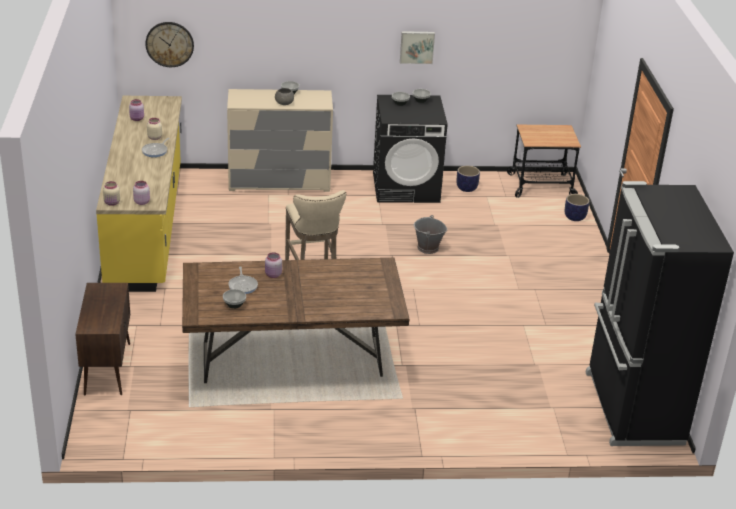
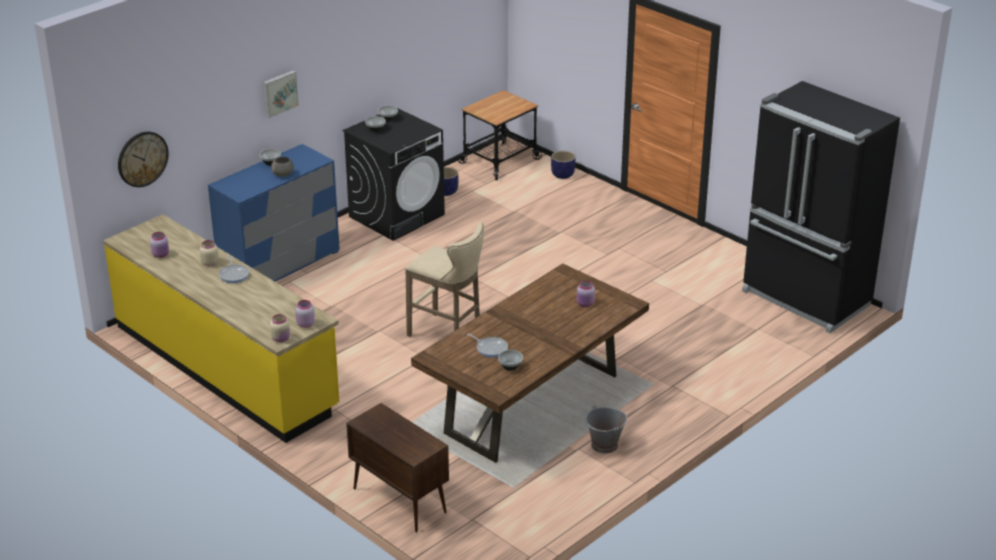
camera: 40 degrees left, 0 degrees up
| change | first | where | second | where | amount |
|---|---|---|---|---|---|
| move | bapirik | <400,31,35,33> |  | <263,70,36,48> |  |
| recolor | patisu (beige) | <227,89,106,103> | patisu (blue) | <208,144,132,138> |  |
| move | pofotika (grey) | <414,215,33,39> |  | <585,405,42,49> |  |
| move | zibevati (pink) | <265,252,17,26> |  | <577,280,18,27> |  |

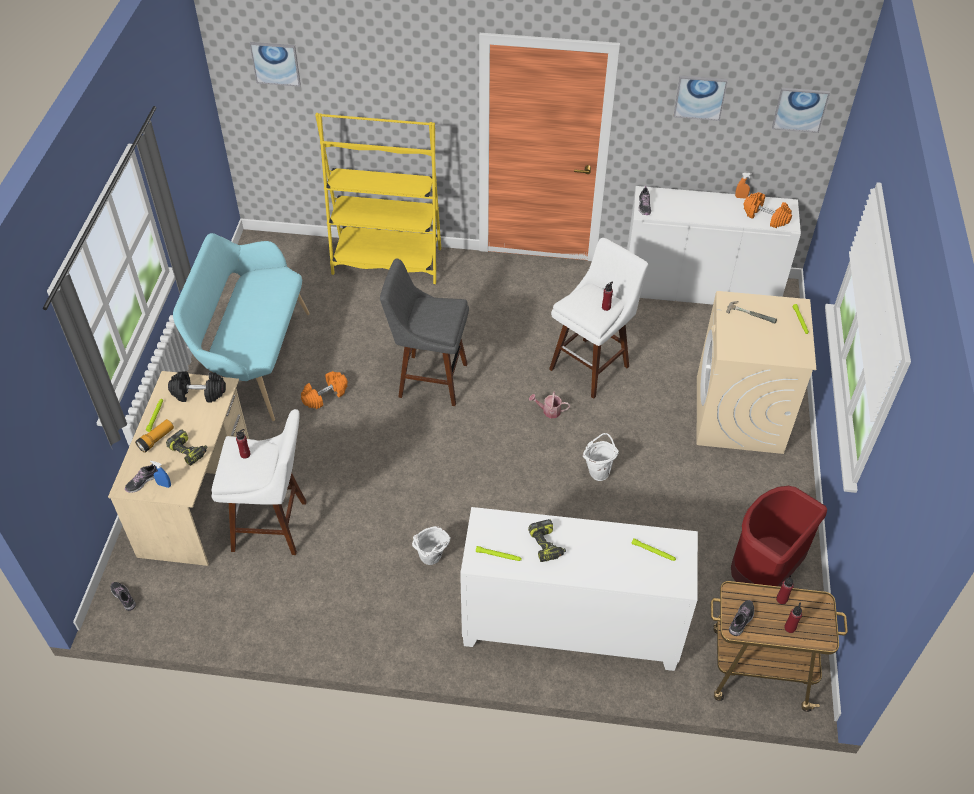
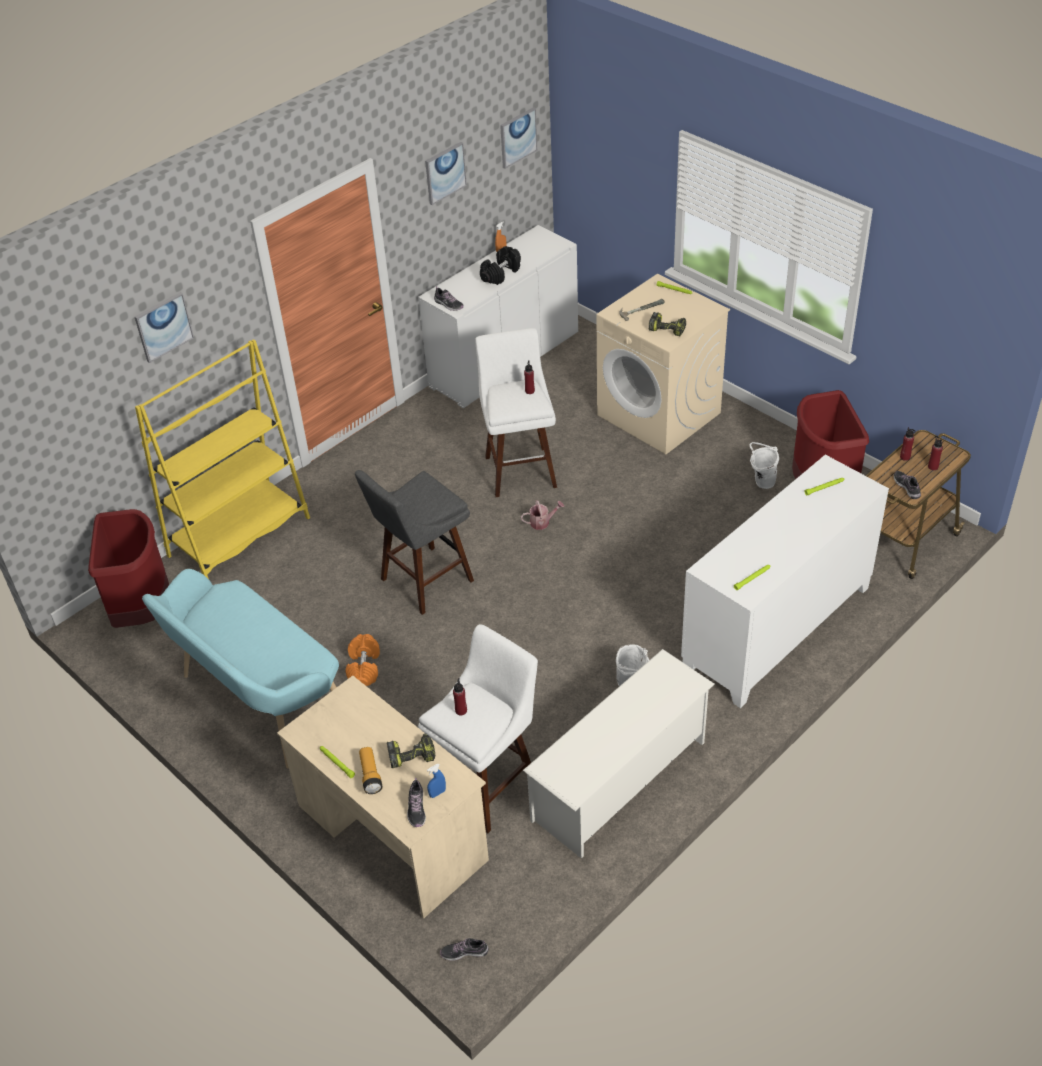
camera: 50 degrees left, 5 degrees down
| change | first | where | second | where | amount |
|---|---|---|---|---|---|
| move | bapirik | <249,42,52,45> |  | <135,292,59,71> |  |
| delete | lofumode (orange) | <744,192,48,36> |  |  |  |
| move | lofumode (black) | <168,372,58,30> |  | <480,246,41,39> |  |
| rotate | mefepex | <529,391,41,28> |  | <521,500,43,30> | 150 degrees counterclockwise |
| move | pofotika (white) | <583,433,36,48> |  | <749,442,30,47> |  |
| move | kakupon | <528,519,38,43> |  | <649,312,37,24> |  |
| insert |  |  | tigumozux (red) | <88,509,81,119> |  |
| insert |  |  | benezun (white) | <523,649,192,210> |  |

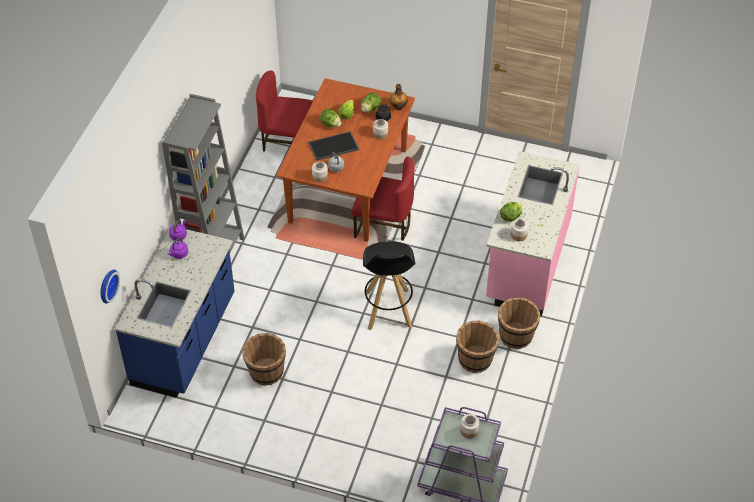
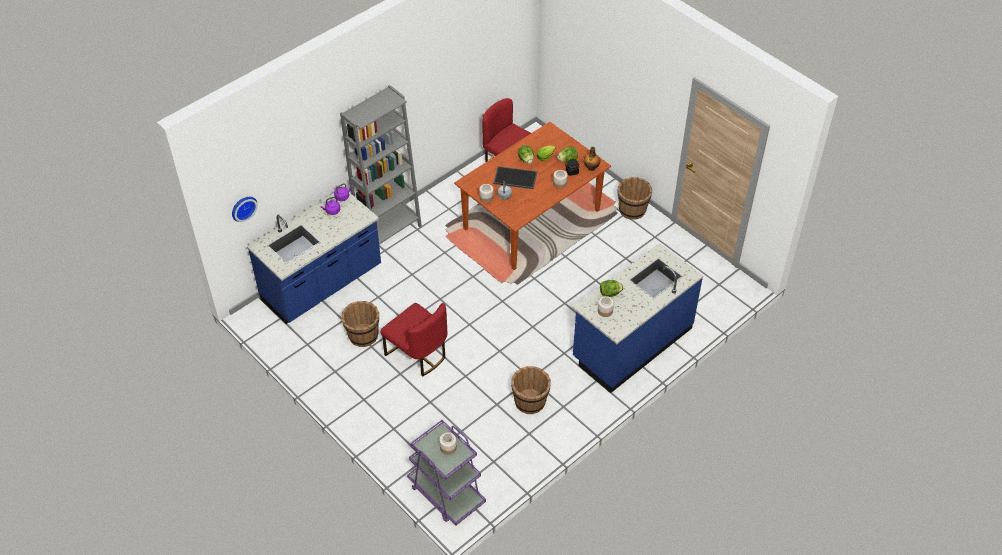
camera: 30 degrees right, 0 degrees up
| change | first | where | second | where | amount |
|---|---|---|---|---|---|
| recolor | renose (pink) | <486,151,94,166> | renose (blue) | <573,243,130,150> |  |
| move | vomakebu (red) | <352,156,62,85> |  | <380,303,68,73> |  |
| delete | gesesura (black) | <363,241,52,89> |  |  |  |
| move | pofotika (brown) | <498,297,43,52> |  | <617,177,35,43> |  |

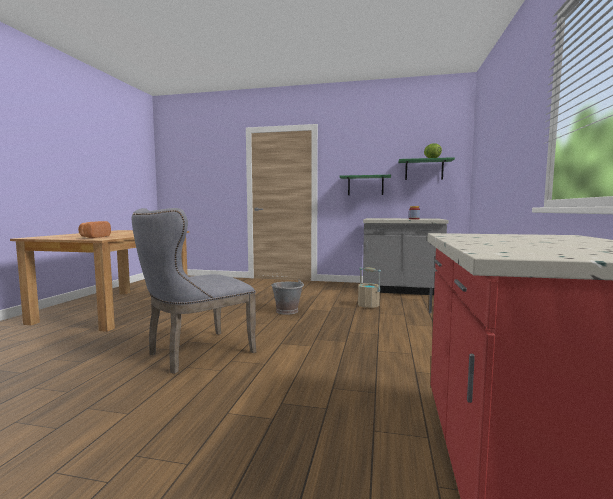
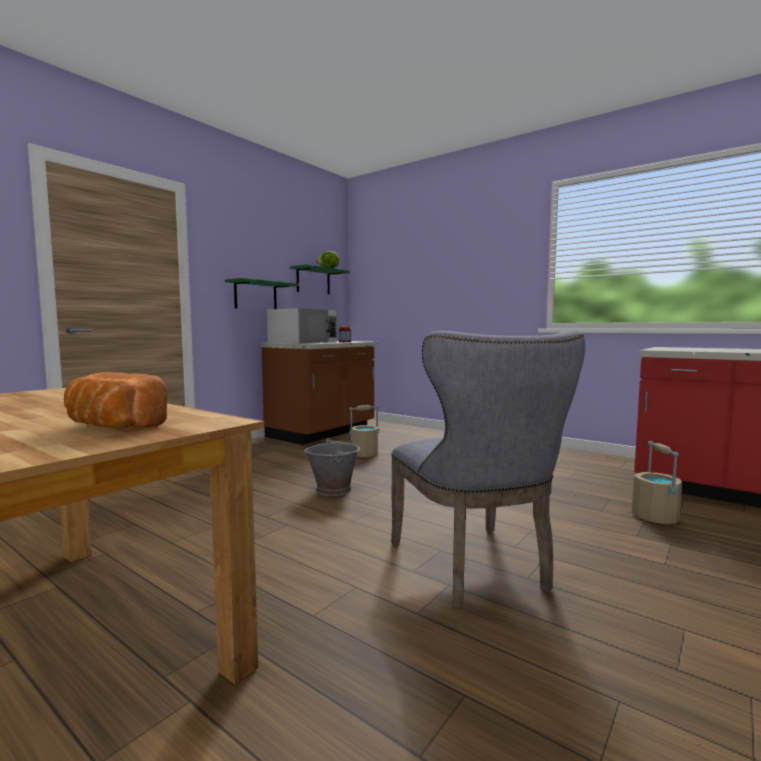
camera: 65 degrees left, 0 degrees up
| change | first | where | second | where | amount |
|---|---|---|---|---|---|
| recolor | renose (grey) | <363,218,85,77> | renose (brown) | <261,341,117,104> |  |
| insert |  |  | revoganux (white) | <267,308,70,35> |  |
| insert |  |  | pofotika (beige) | <632,441,50,83> |  |

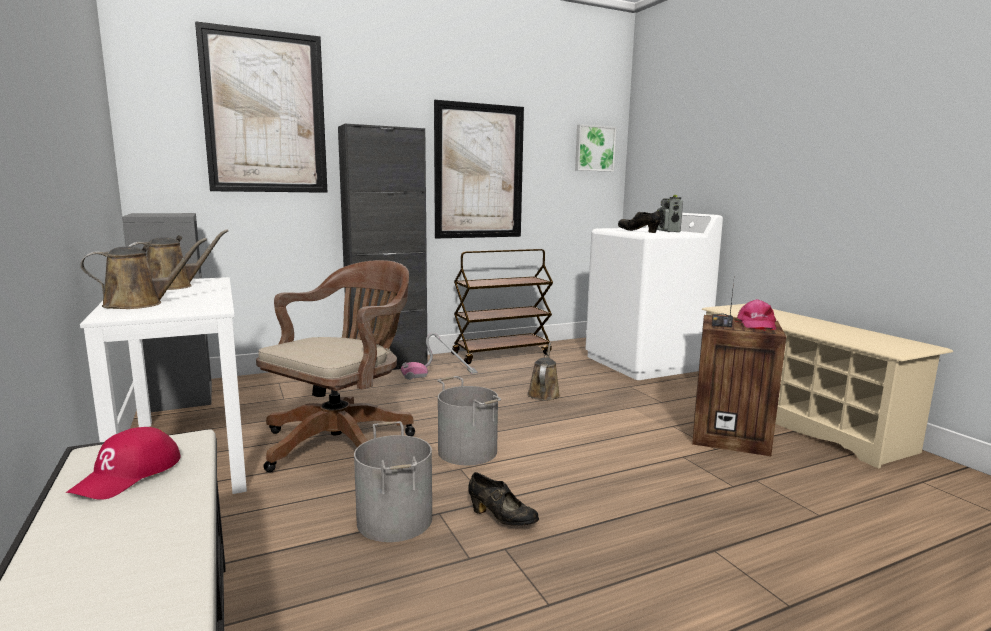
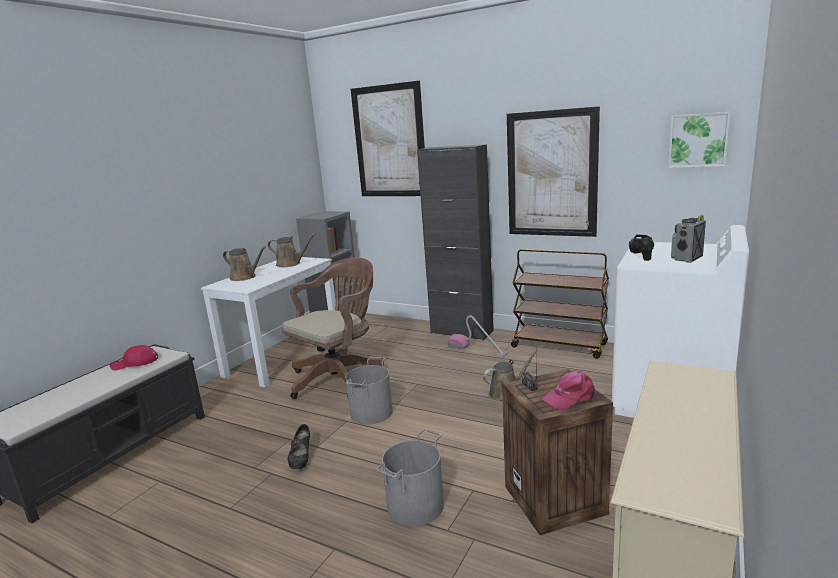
camera: 55 degrees right, 5 degrees up
| change | first | where | second | where | amount |
|---|---|---|---|---|---|
| rotate | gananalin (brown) | <256,260,159,212> |  | <282,258,102,141> | 45 degrees counterclockwise |
| move | pofotika (grey) | <354,421,78,121> |  | <376,429,68,97> |  |

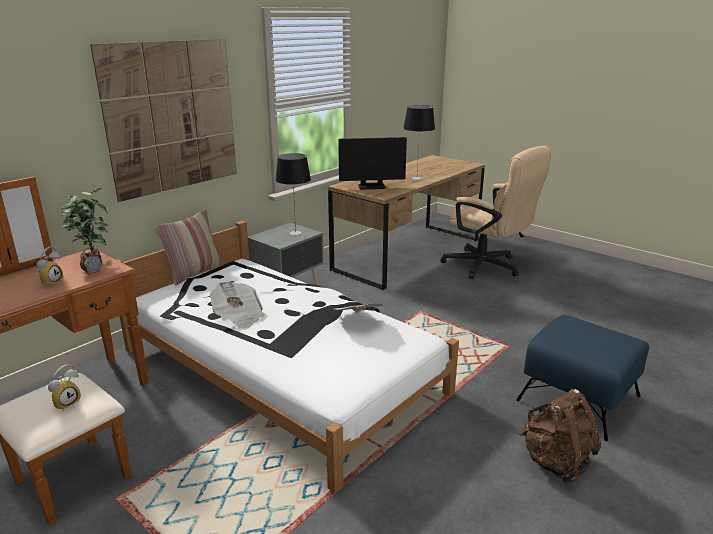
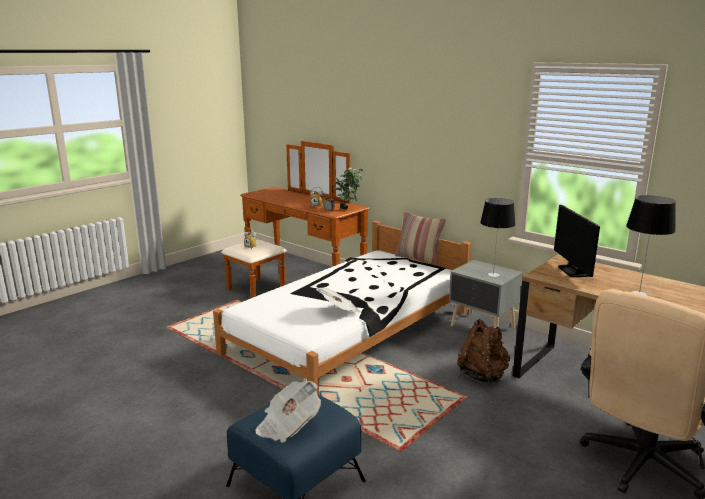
camera: 90 degrees right, 5 degrees down
| change | first | where | second | where | amount |
|---|---|---|---|---|---|
| delete | bapirik | <90,39,147,163> |  |  |  |
| move | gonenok | <210,281,55,49> |  | <255,381,66,62> |  |
| move | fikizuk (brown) | <519,389,82,94> |  | <457,319,53,64> |  |

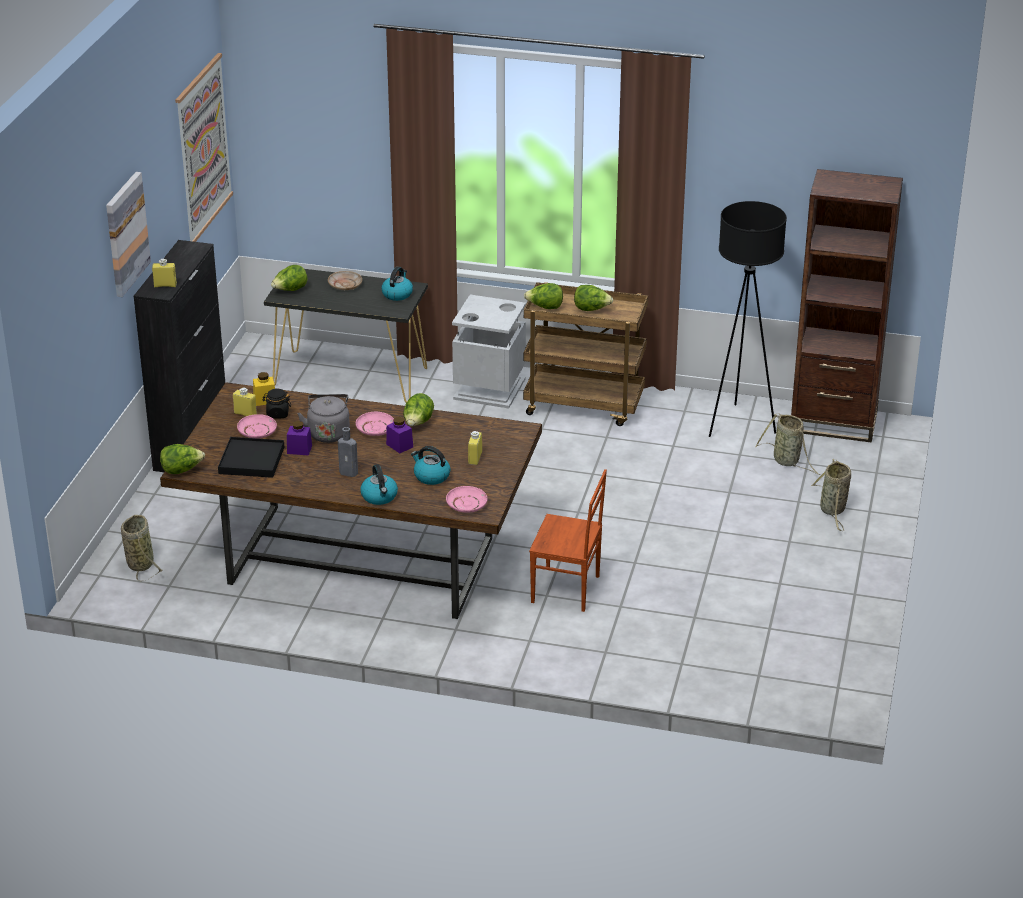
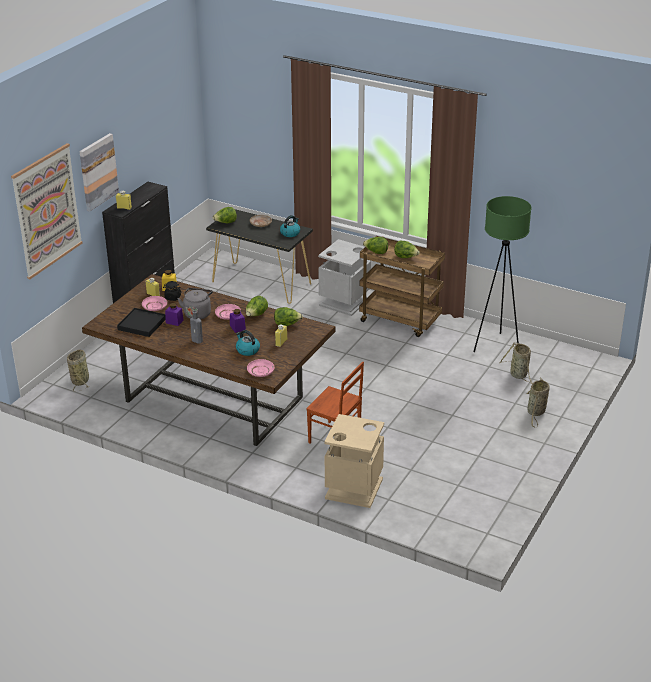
camera: 15 degrees right, 0 degrees up
| change | first | where | second | where | amount |
|---|---|---|---|---|---|
| move | bapirik | <175,53,58,189> |  | <11,143,71,136> |  |
| delete | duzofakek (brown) | <791,169,112,273> |  |  |  |
| recolor | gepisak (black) | <709,201,78,236> | gepisak (green) | <473,196,59,156> |  |
| move | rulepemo | <160,444,45,30> |  | <274,307,29,19> |  |
| delete | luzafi | <360,464,38,41> |  |  |  |
| insert |  |  | tigumozux (beige) | <324,414,60,94> |  |

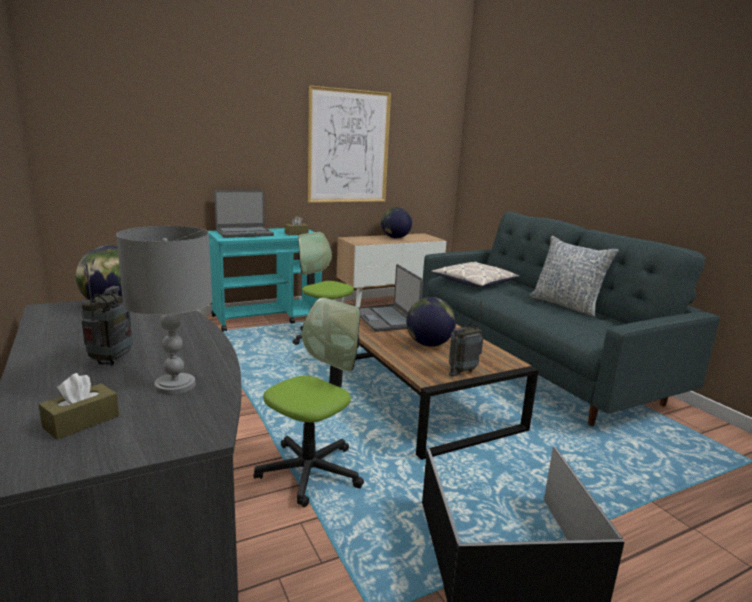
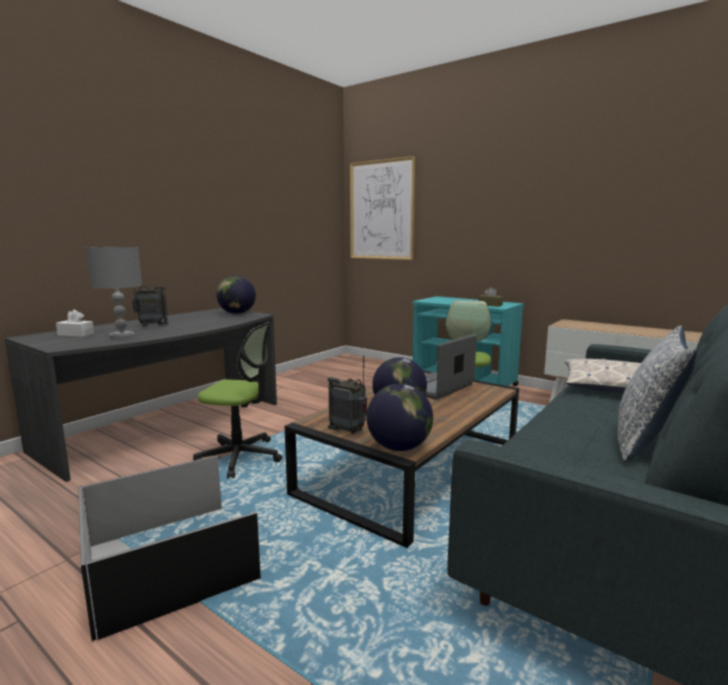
camera: 65 degrees right, 5 degrees down
| change | first | where | second | where | amount |
|---|---|---|---|---|---|
| move | bapirik | <308,86,83,117> |  | <350,156,65,104> |  |
| delete | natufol | <214,190,60,48> |  |  |  |
| move | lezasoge | <381,207,31,32> |  | <366,384,67,67> |  |
| recolor | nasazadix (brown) | <38,373,81,67> | nasazadix (white) | <56,309,38,28> |  |

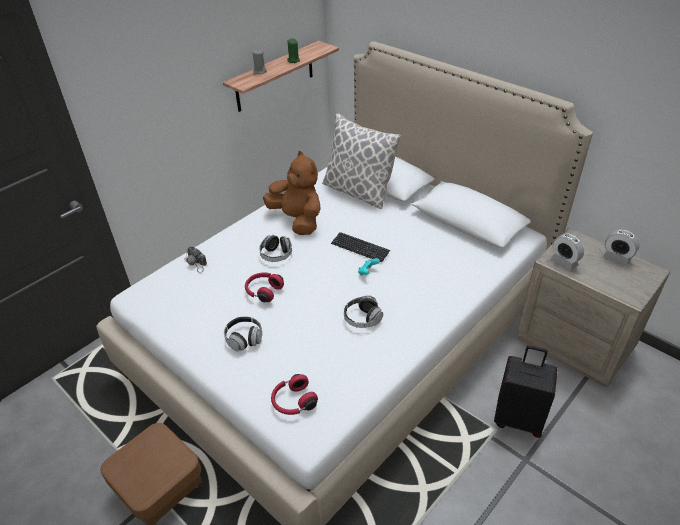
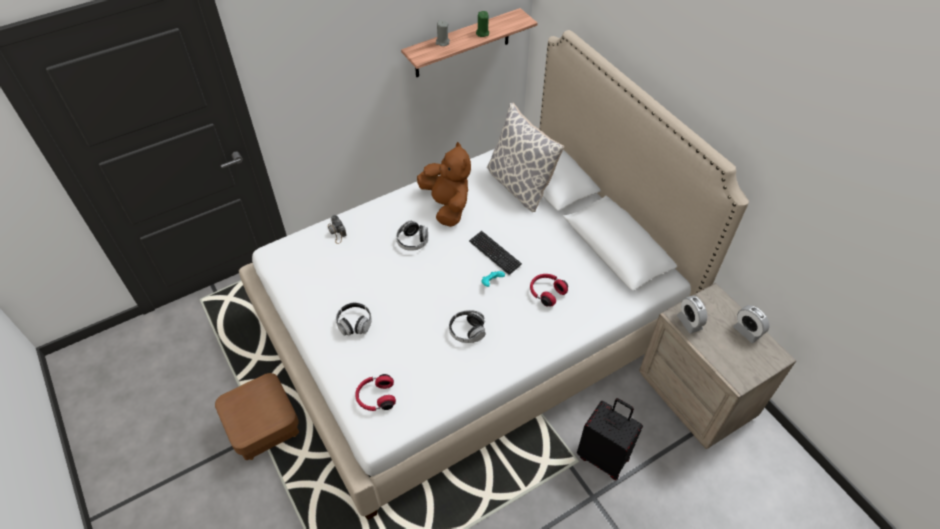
camera: 15 degrees right, 10 degrees up
| change | first | where | second | where | amount |
|---|---|---|---|---|---|
| move | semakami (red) | <245,273,39,29> |  | <530,274,38,32> |  |

